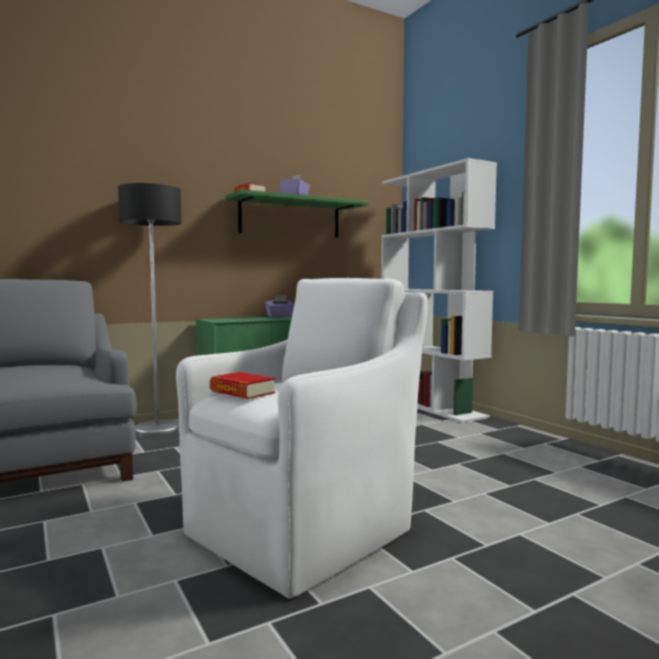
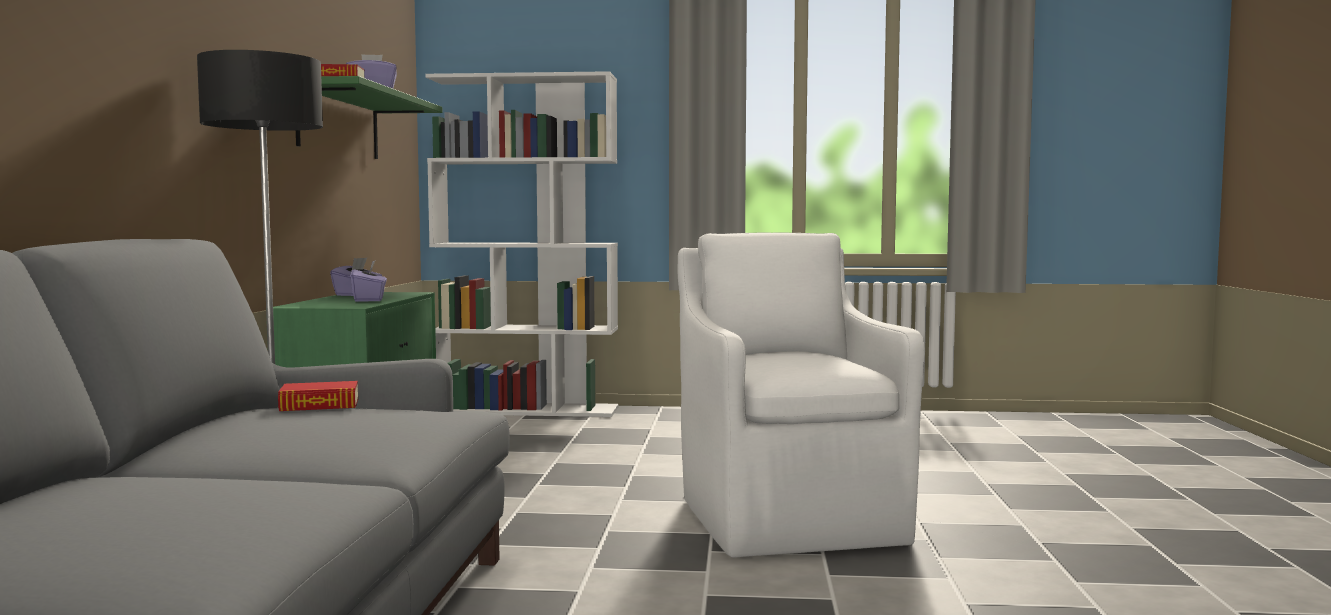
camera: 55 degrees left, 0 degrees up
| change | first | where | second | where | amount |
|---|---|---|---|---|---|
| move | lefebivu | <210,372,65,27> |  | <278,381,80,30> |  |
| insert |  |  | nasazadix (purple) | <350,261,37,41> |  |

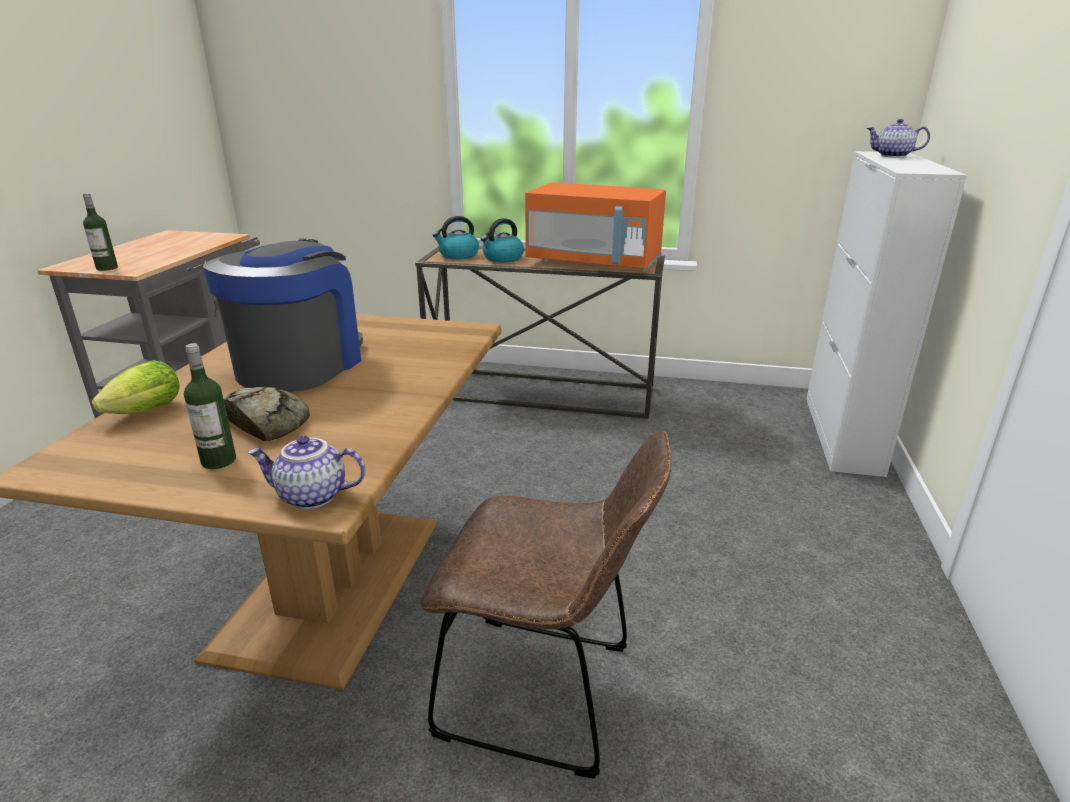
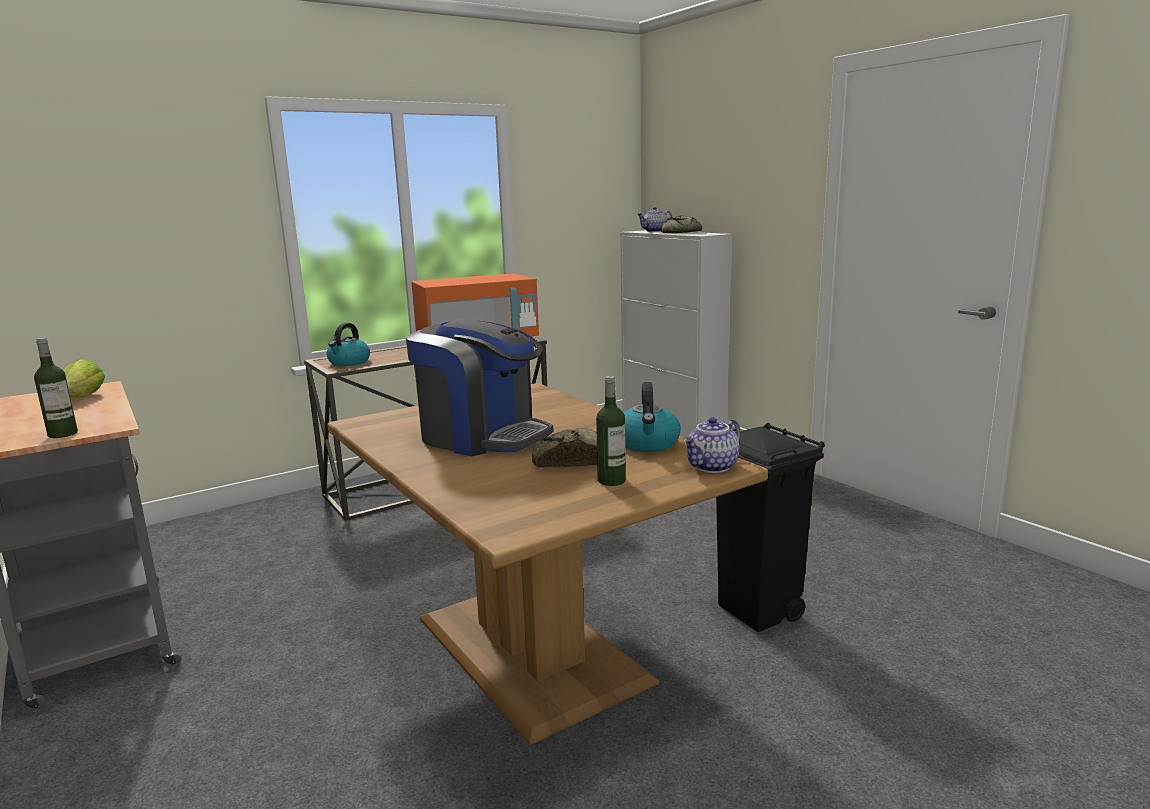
camera: 45 degrees left, 10 degrees down
| change | first | where | second | where | amount |
|---|---|---|---|---|---|
| move | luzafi | <481,218,43,44> |  | <623,382,58,70> |  |
| rotate | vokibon | <203,239,160,153> |  | <406,319,147,137> | 150 degrees clockwise |
| move | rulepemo | <92,360,88,54> |  | <63,359,42,39> |  |
| replace | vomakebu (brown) | <420,431,251,348> | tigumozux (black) | <716,423,109,209> |  |
| insert |  |  | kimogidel | <661,215,41,18> |  |

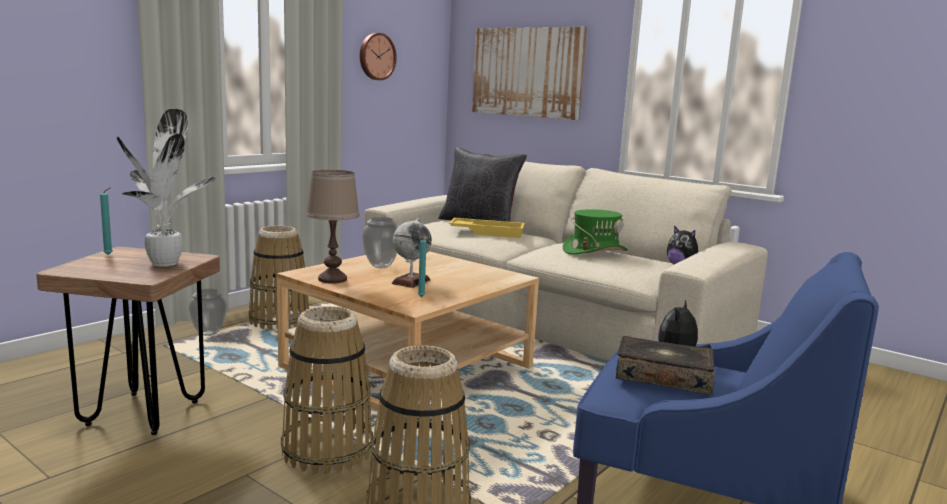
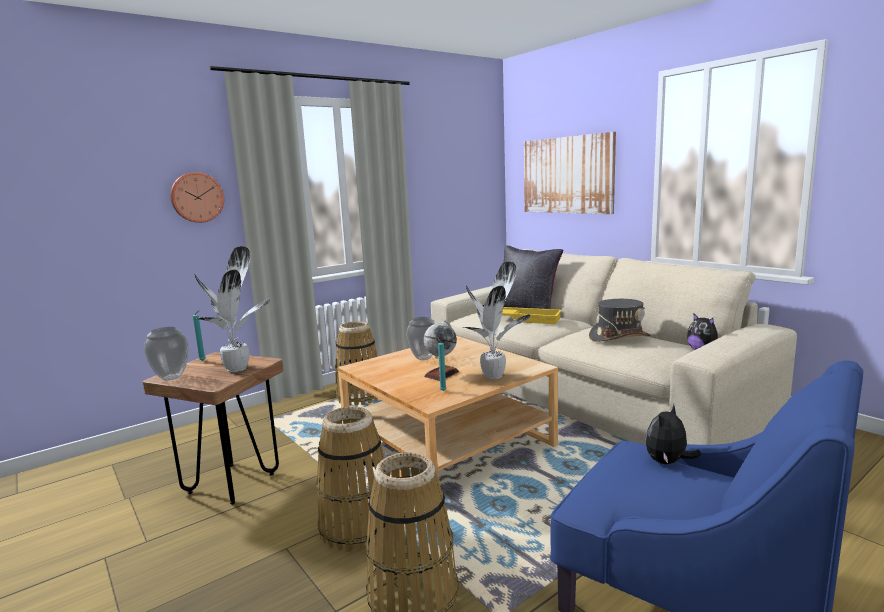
camera: 15 degrees right, 0 degrees up
| change | first | where | second | where | amount |
|---|---|---|---|---|---|
| move | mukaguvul | <360,33,37,47> |  | <170,172,54,51> |  |
| delete | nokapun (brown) | <306,170,54,113> |  |  |  |
| recolor | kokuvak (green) | <563,209,65,46> | kokuvak (grey) | <589,299,62,43> |  |
| move | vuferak | <189,289,38,47> |  | <144,327,45,53> |  |
| delete | lefebivu | <616,336,99,59> |  |  |  |
| insert |  |  | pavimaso | <462,261,69,118> |  |

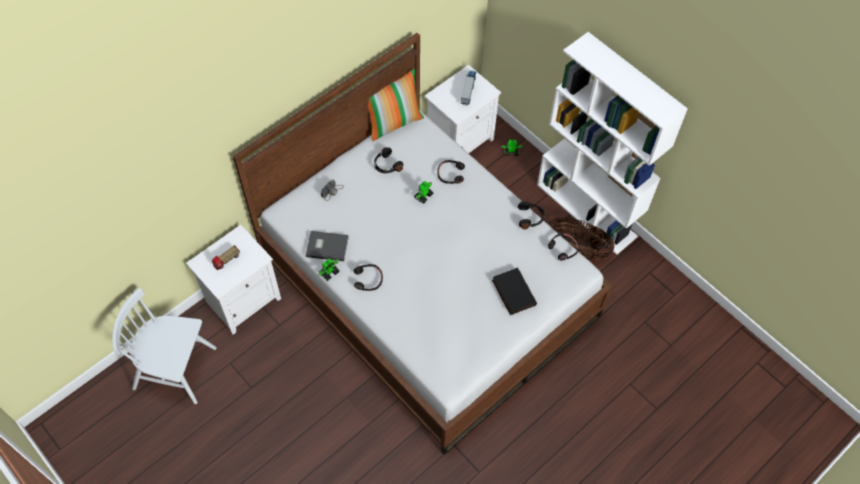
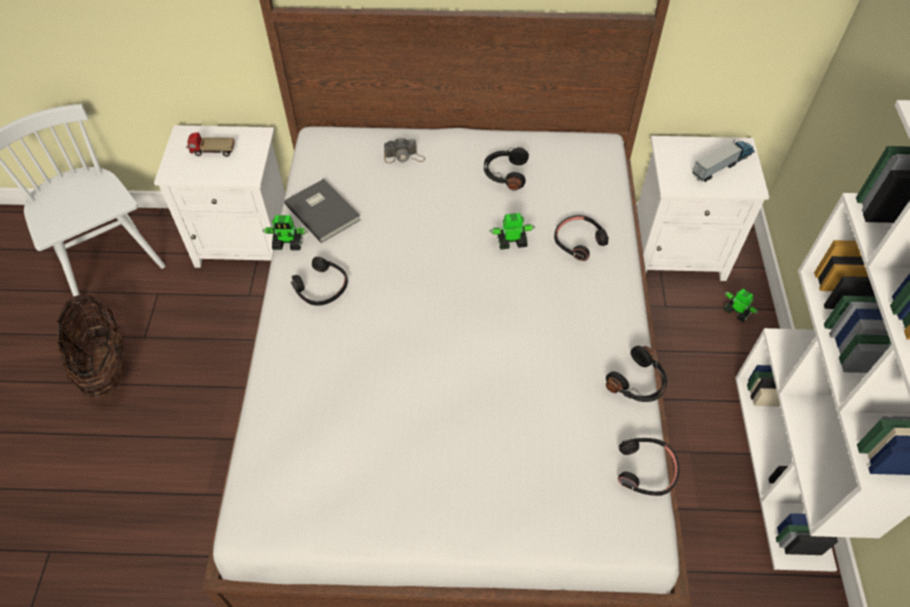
camera: 45 degrees right, 5 degrees down
| change | first | where | second | where | amount |
|---|---|---|---|---|---|
| delete | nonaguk | <368,69,56,72> |  |  |  |
| move | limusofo | <548,218,67,42> |  | <56,294,68,104> |  |
| delete | lefebivu (black) | <492,267,45,48> |  |  |  |

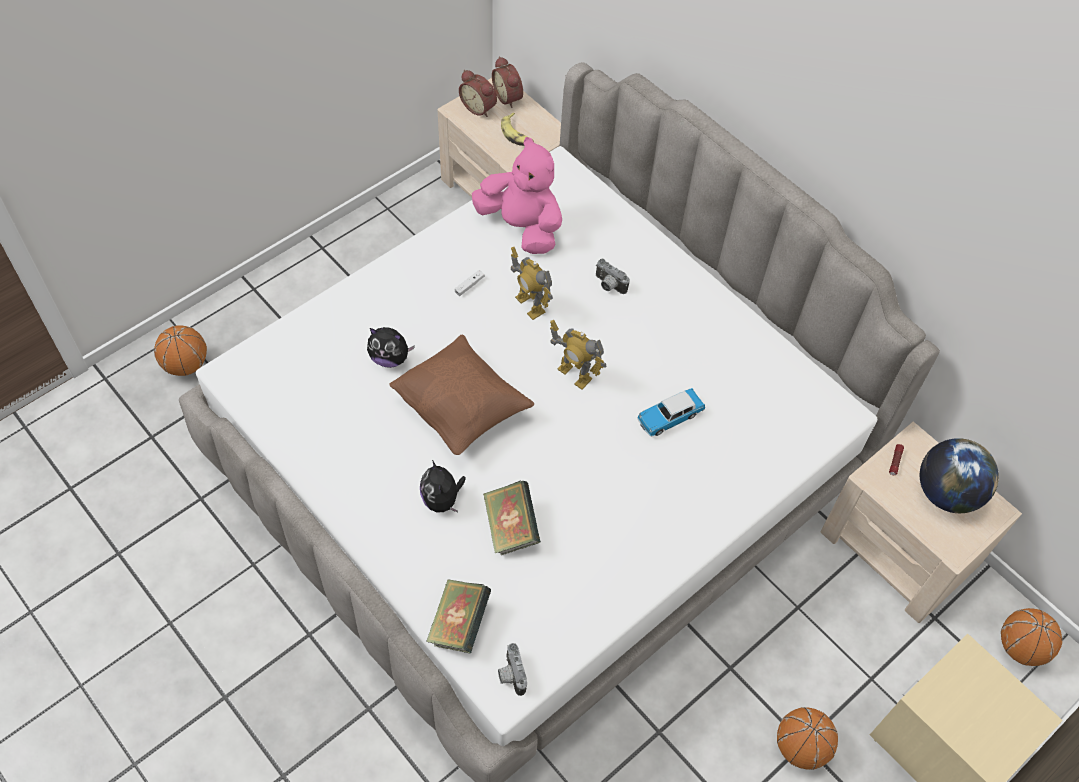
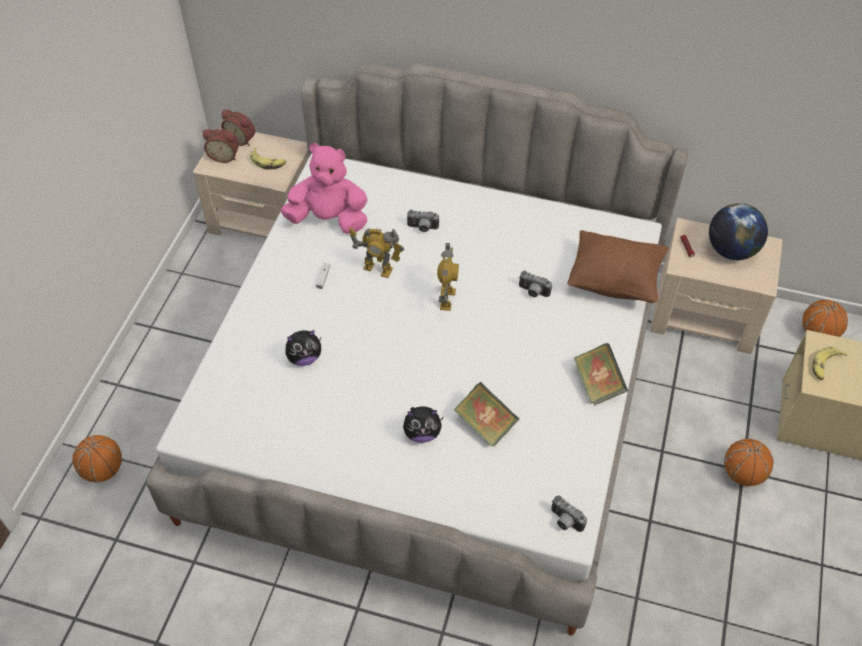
camera: 30 degrees left, 5 degrees down
| change | first | where | second | where | amount |
|---|---|---|---|---|---|
| rotate | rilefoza | <550,319,57,71> |  | <437,243,22,68> | 90 degrees counterclockwise |
| move | nonaguk (brown) | <389,334,145,121> |  | <567,230,102,73> |  |
| replace | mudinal | <637,388,68,49> | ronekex | <519,271,33,26> |  |
| rotate | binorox | <420,460,46,53> |  | <403,406,41,37> | 45 degrees counterclockwise |
| move | lefebivu | <426,579,65,75> |  | <574,343,54,63> |  |
| insert |  |  | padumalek | <812,347,35,33> |  |

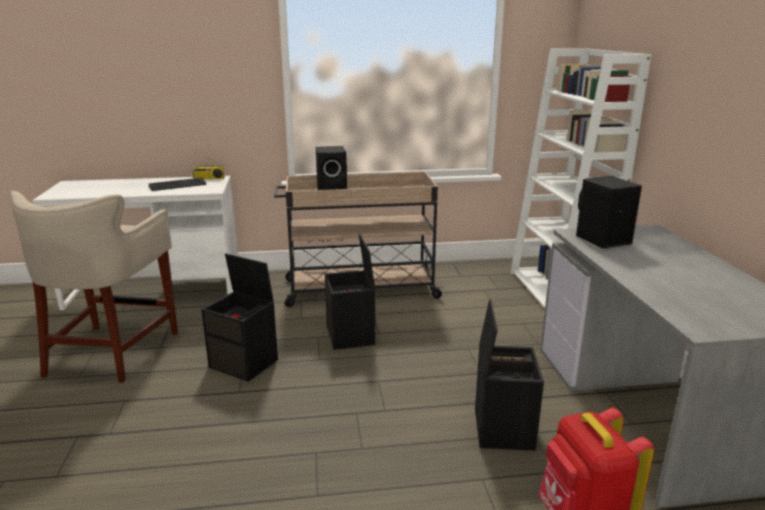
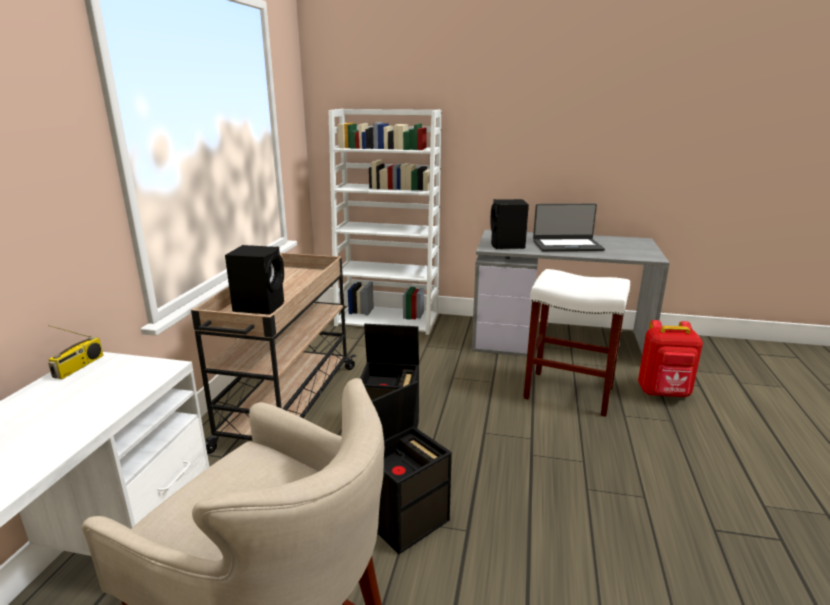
camera: 70 degrees left, 0 degrees up
| change | first | where | second | where | amount |
|---|---|---|---|---|---|
| delete | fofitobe | <149,178,57,13> |  |  |  |
| replace | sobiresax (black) | <475,299,69,152> | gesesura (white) | <523,269,107,148> |  |
| insert |  |  | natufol | <533,204,72,47> |  |

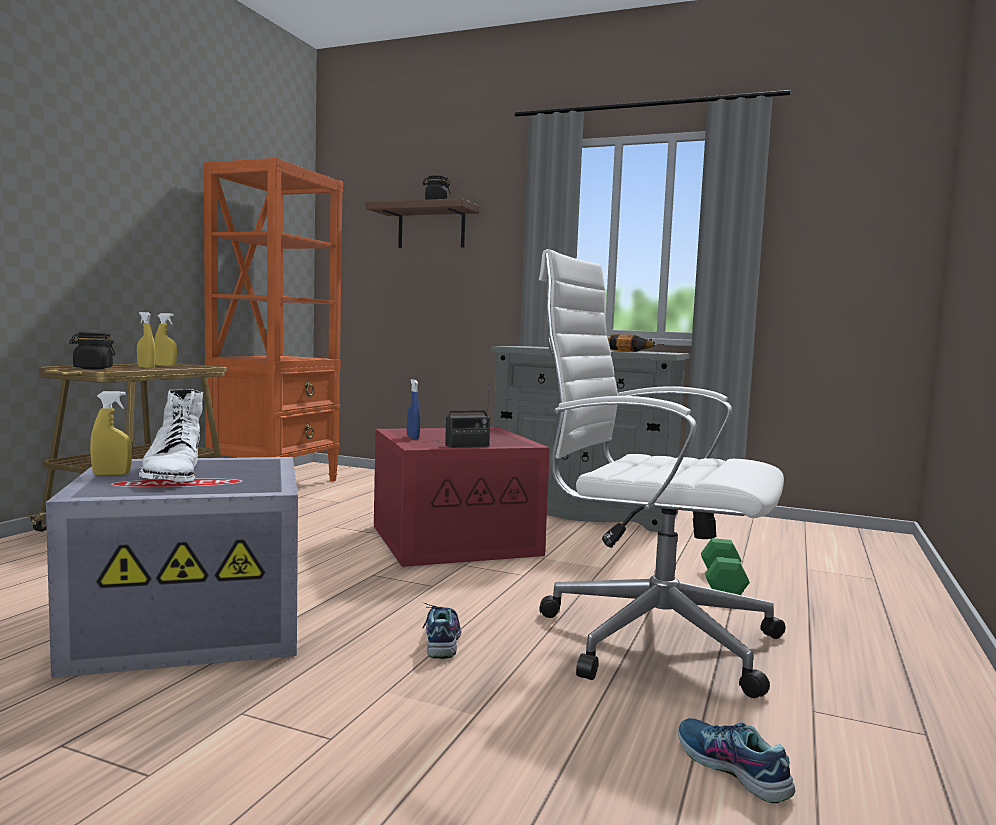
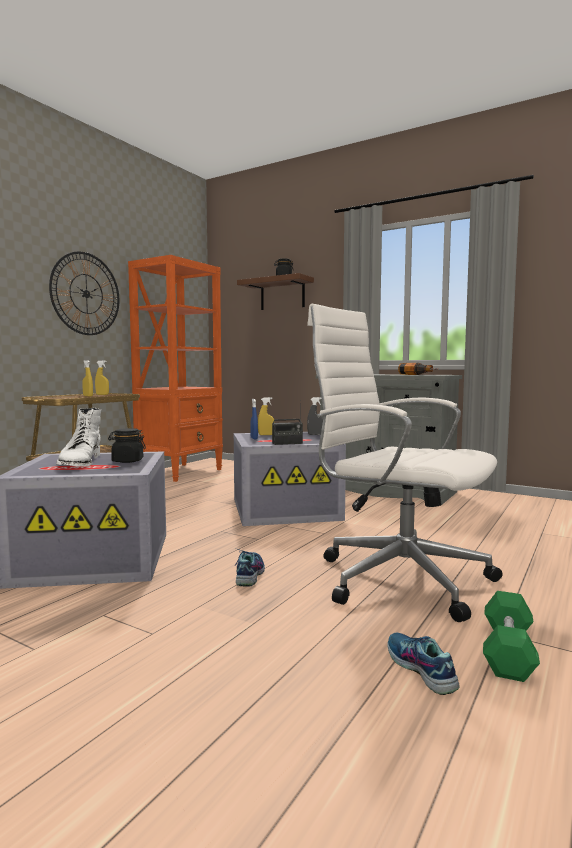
camera: 10 degrees right, 0 degrees up
| change | first | where | second | where | amount |
|---|---|---|---|---|---|
| move | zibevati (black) | <69,332,46,37> |  | <108,428,38,35> |  |
| move | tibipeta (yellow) | <90,391,42,84> |  | <258,397,17,38> |  |
| recolor | sobiresax (red) | <374,428,176,139> | sobiresax (grey) | <234,432,112,94> |  |
| move | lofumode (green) | <701,538,49,57> |  | <483,591,57,91> |  |
| insert |  |  | mukaguvul | <49,251,70,84> |  |
| insert |  |  | tibipeta (grey) | <307,397,16,38> |  |

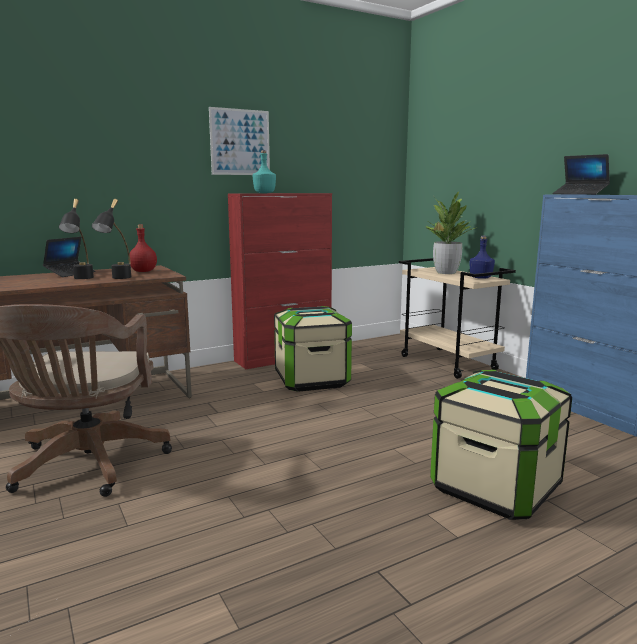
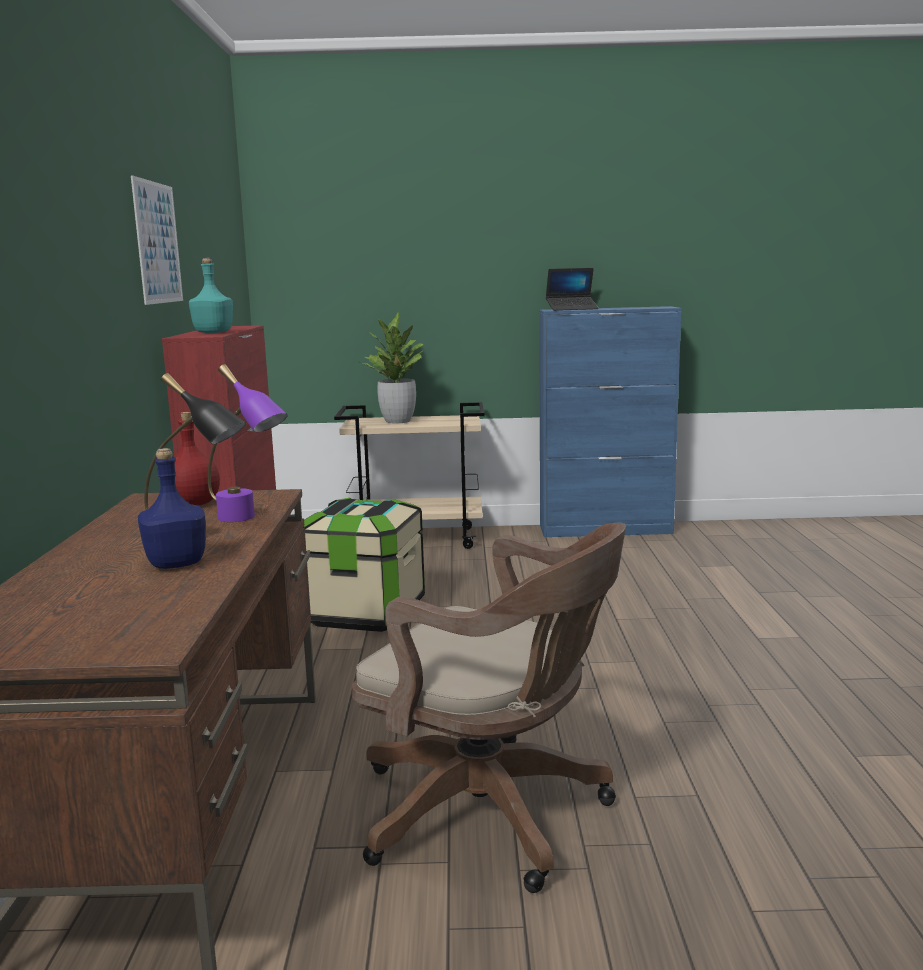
camera: 60 degrees left, 0 degrees up
| change | first | where | second | where | amount |
|---|---|---|---|---|---|
| recolor | nokapun (black) | <92,199,40,80> | nokapun (purple) | <208,364,80,158> |  |
| move | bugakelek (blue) | <469,236,26,43> |  | <138,448,68,121> |  |
| delete | natufol | <43,237,53,40> |  |  |  |
| delete | sobiresax | <430,370,142,150> |  |  |  |

